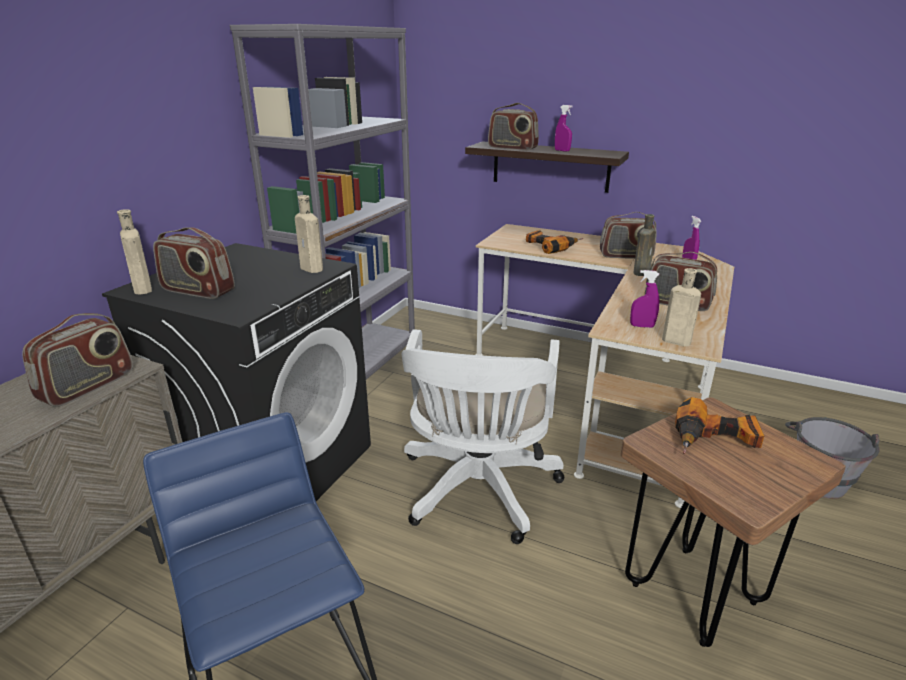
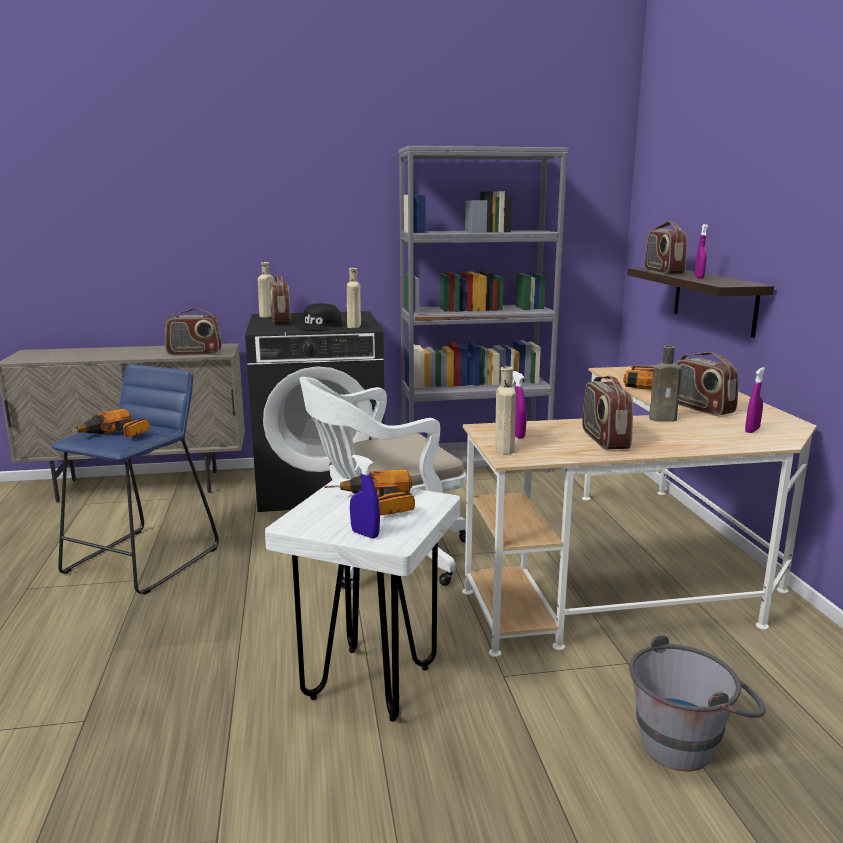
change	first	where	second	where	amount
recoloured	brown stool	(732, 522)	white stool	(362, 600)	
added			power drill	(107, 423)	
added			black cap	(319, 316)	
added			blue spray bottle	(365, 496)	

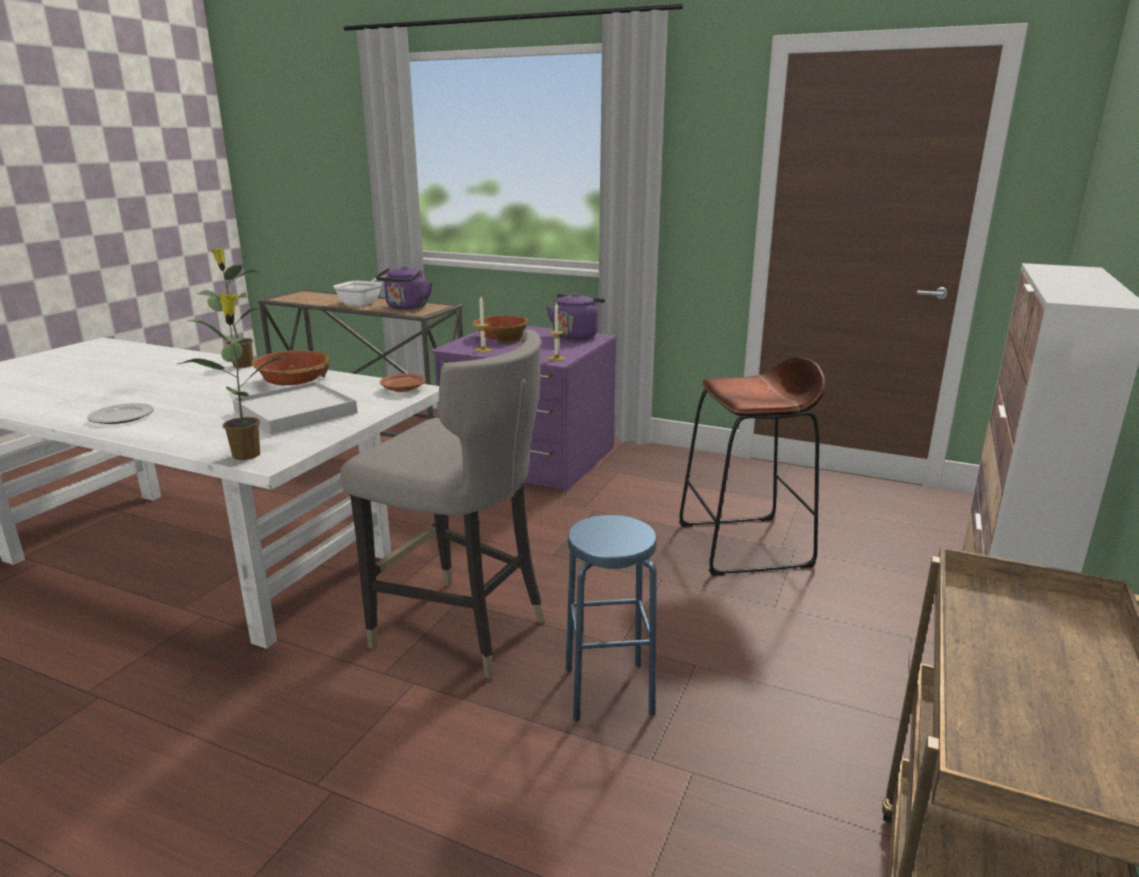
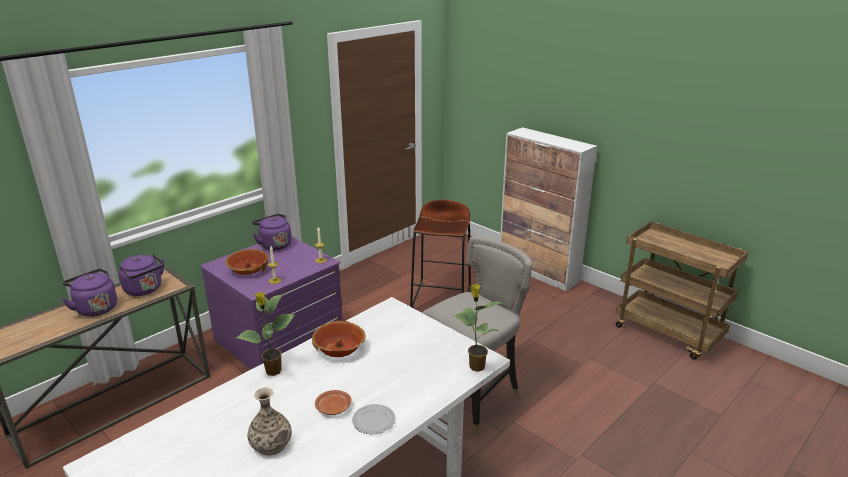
change	first	where	second	where	amount
removed	white tray	(295, 408)			
replaced	frying pan	(358, 291)	purple kettle	(89, 293)	
moved	brown plate	(403, 382)		(333, 402)	
removed	blue stool	(611, 618)			
added			vase	(269, 421)	

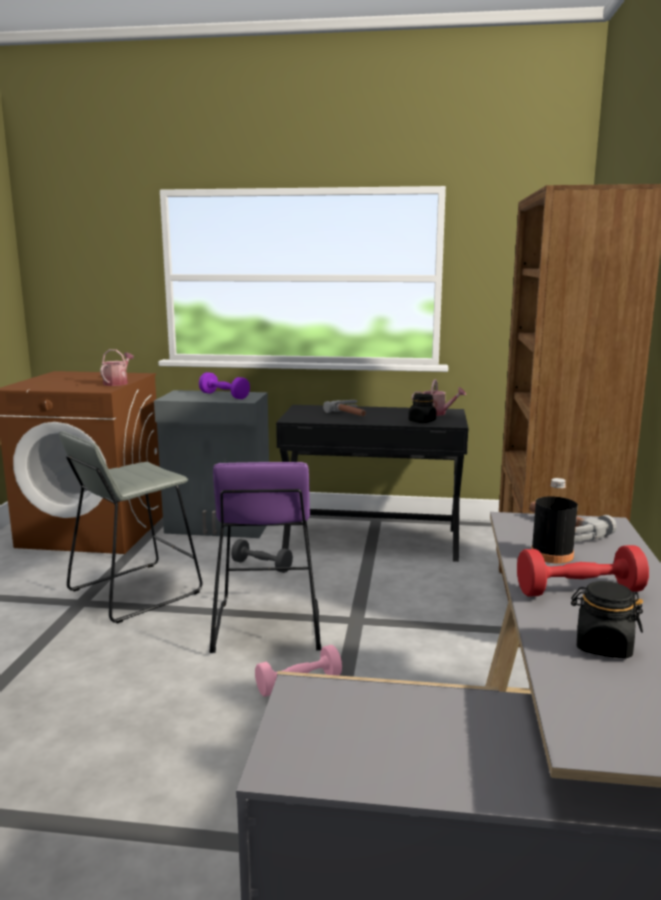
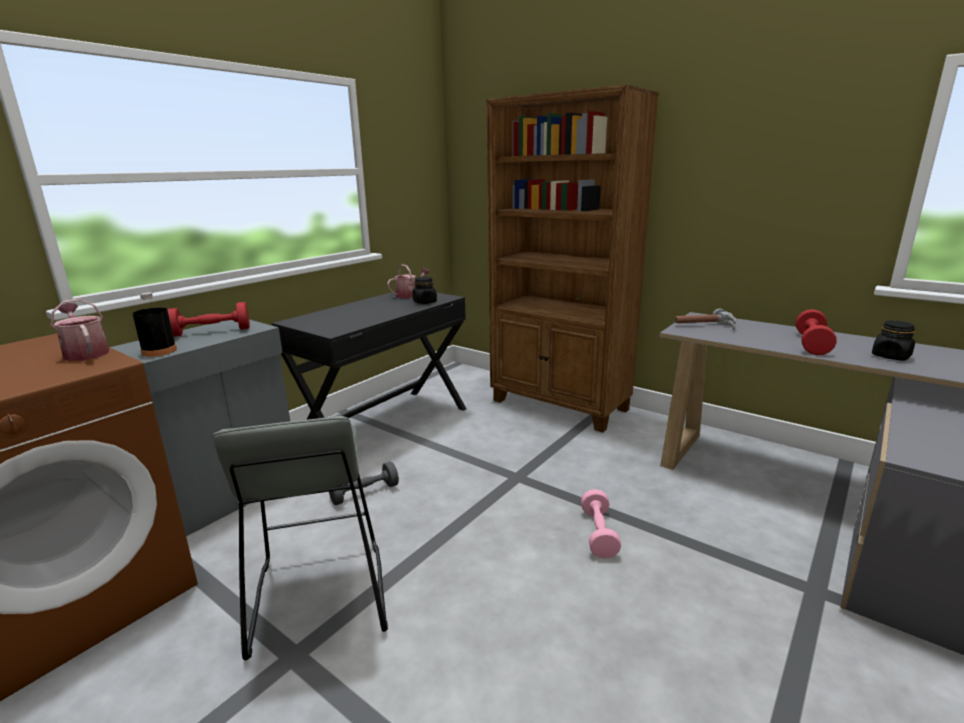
change	first	where	second	where	amount
recoloured	purple dumbbell	(224, 385)	red dumbbell	(208, 319)	
removed	purple stool	(265, 557)			
removed	hammer	(344, 408)			
moved	black bottle	(554, 521)		(154, 324)	

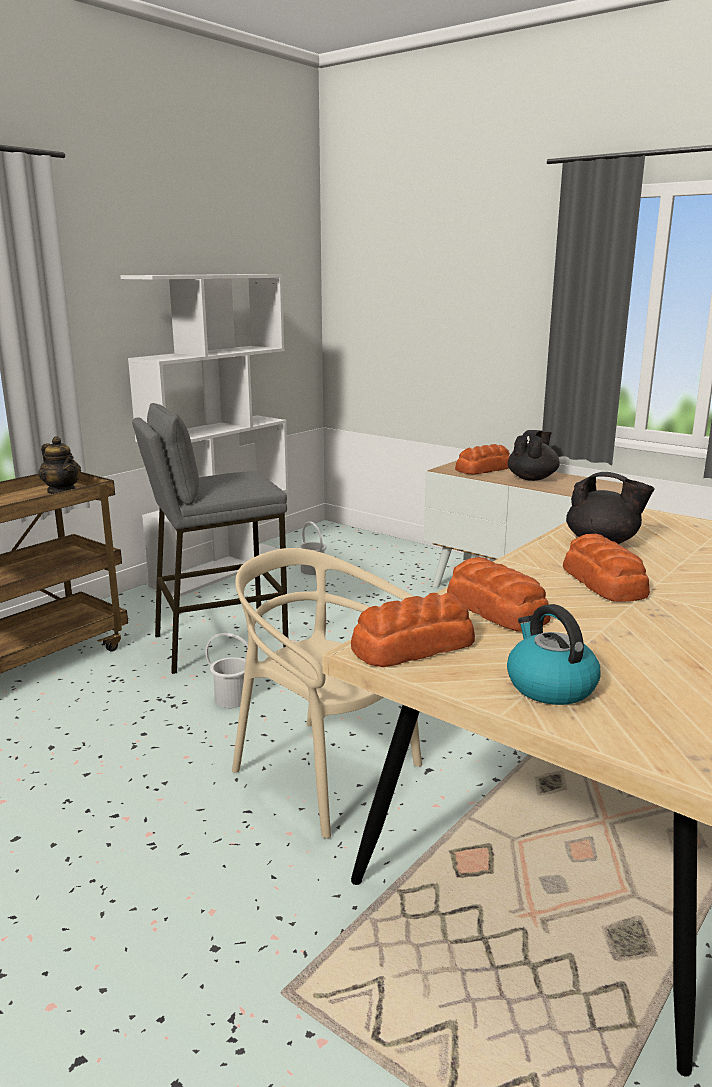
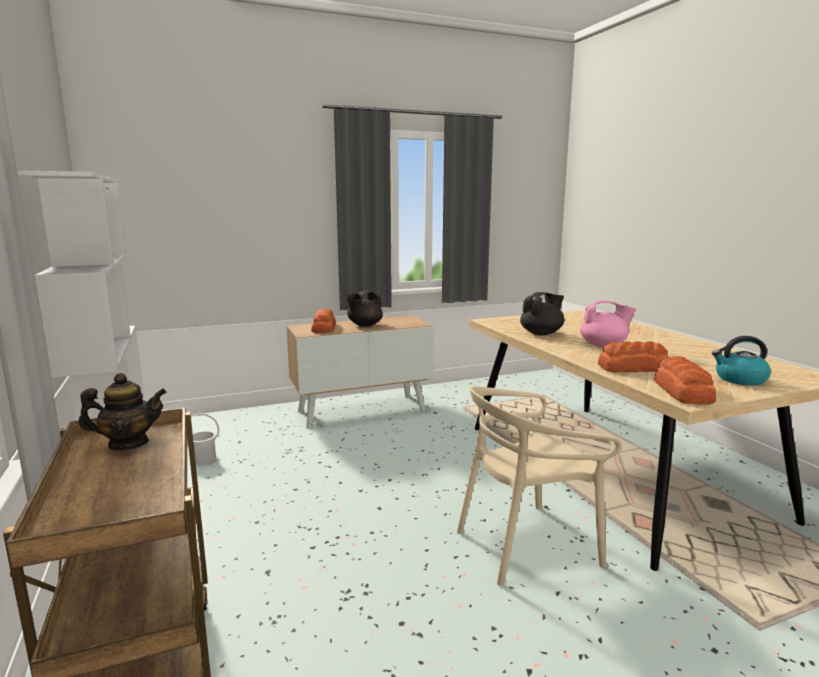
change	first	where	second	where	amount
removed	grey stool	(210, 538)			
removed	white bucket	(226, 670)			
turned	black teapot	(534, 455)		(365, 309)	105 degrees counterclockwise
replaced	bread	(606, 568)	pink teapot	(608, 323)	

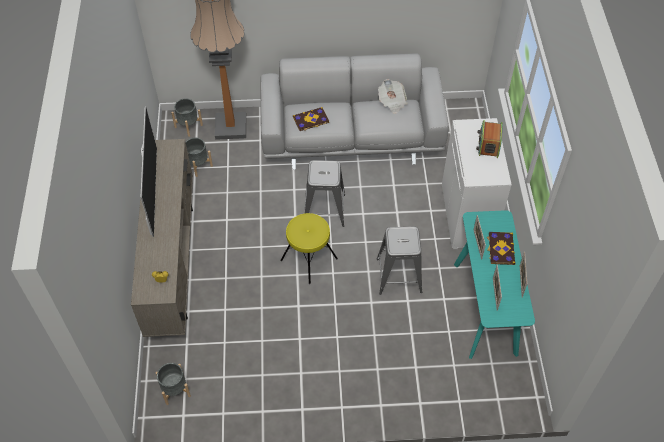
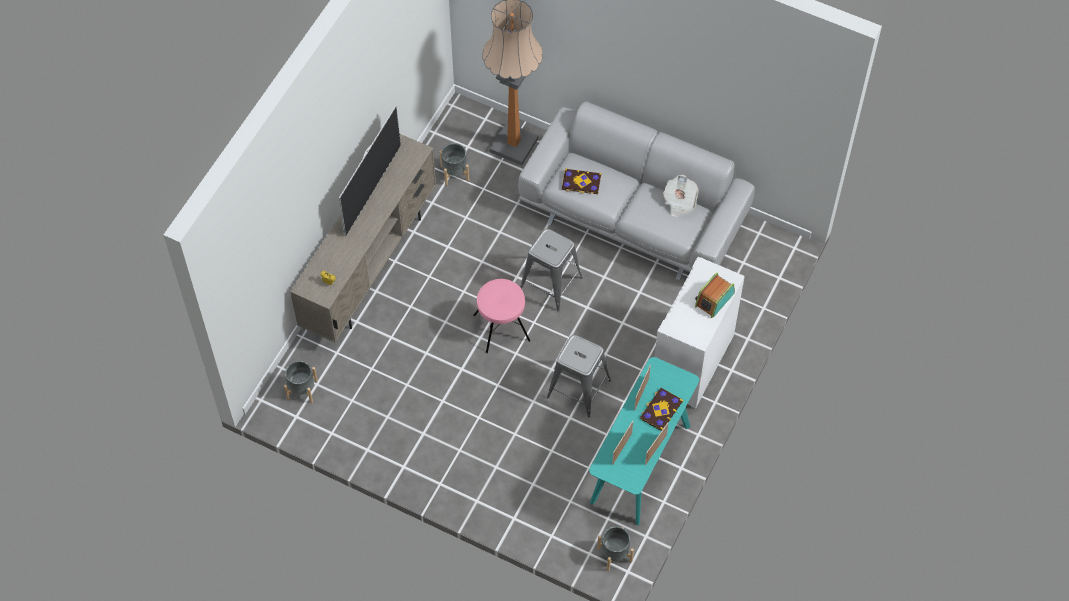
change	first	where	second	where	amount
moved	grey planter	(187, 117)		(615, 548)	
recoloured	yellow stool	(309, 248)	pink stool	(501, 316)	

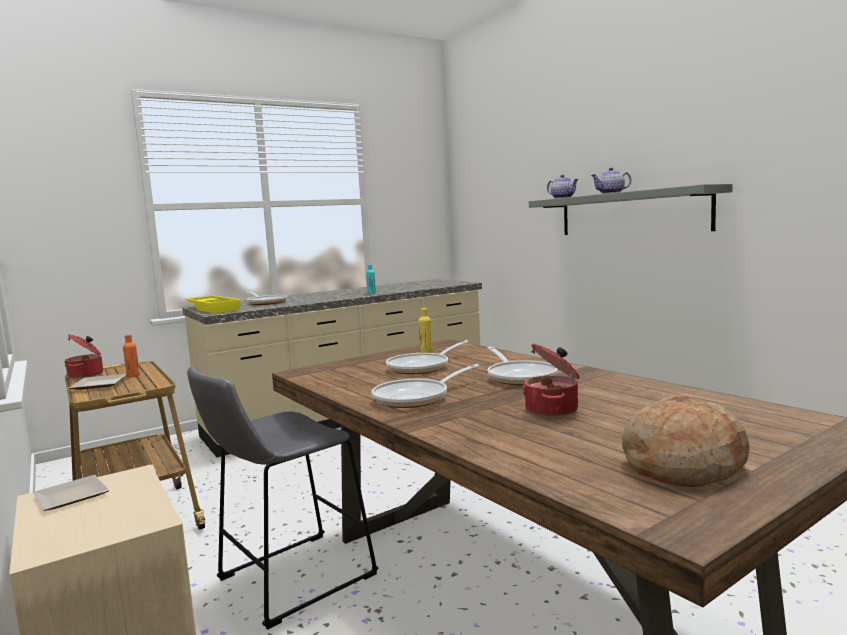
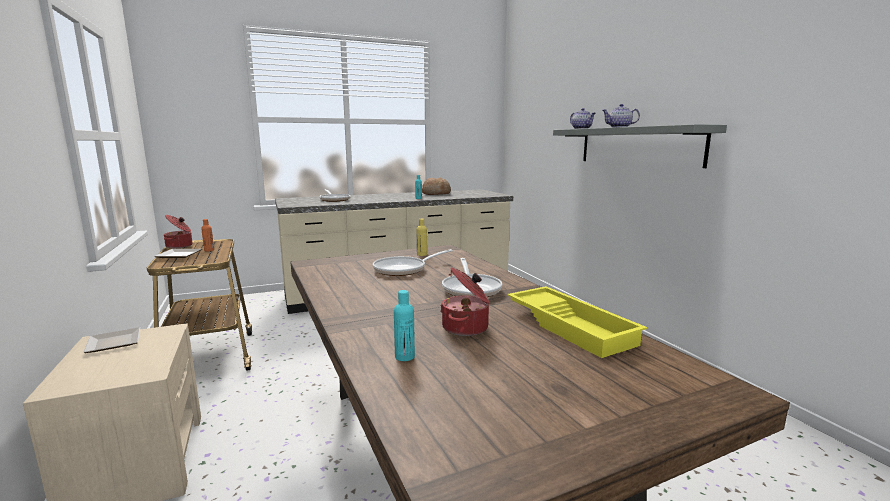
change	first	where	second	where	amount
moved	yellow tray	(213, 304)		(577, 322)	
removed	grey stool	(283, 498)			
removed	frying pan	(425, 386)			
moved	bread	(686, 441)		(436, 186)	
added			turquoise bottle	(404, 325)	

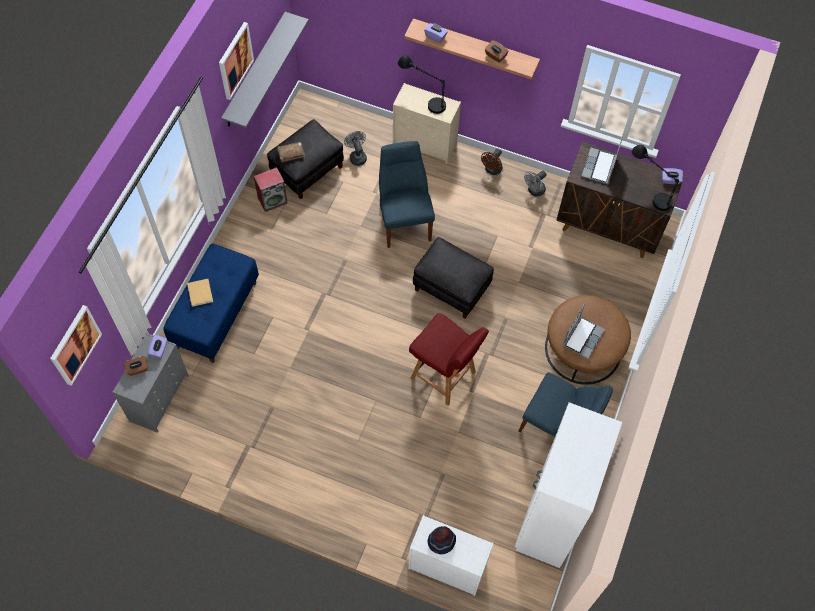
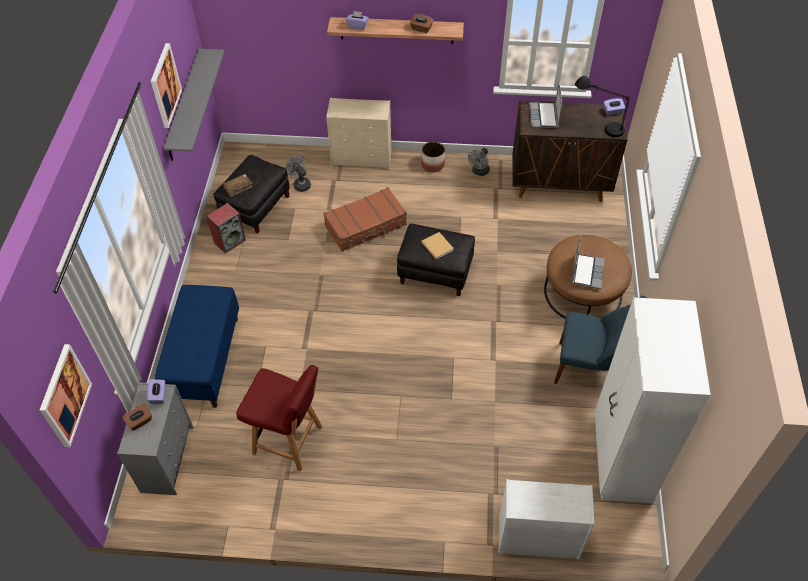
change	first	where	second	where	amount
moved	beige book	(200, 293)		(437, 245)	
replaced	blue chair	(407, 194)	brown suitcase	(365, 219)	
removed	black table lamp	(422, 84)			
moved	red chair	(449, 359)		(279, 418)	
removed	hat	(442, 540)			
replaced	brown fan	(492, 162)	planter	(433, 157)	

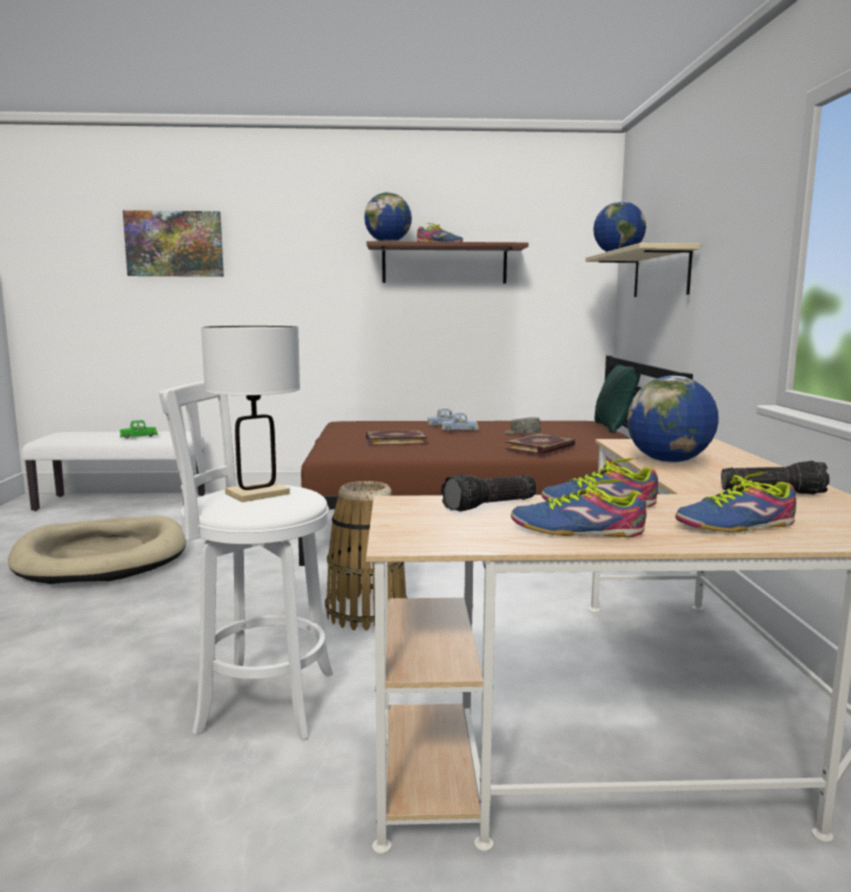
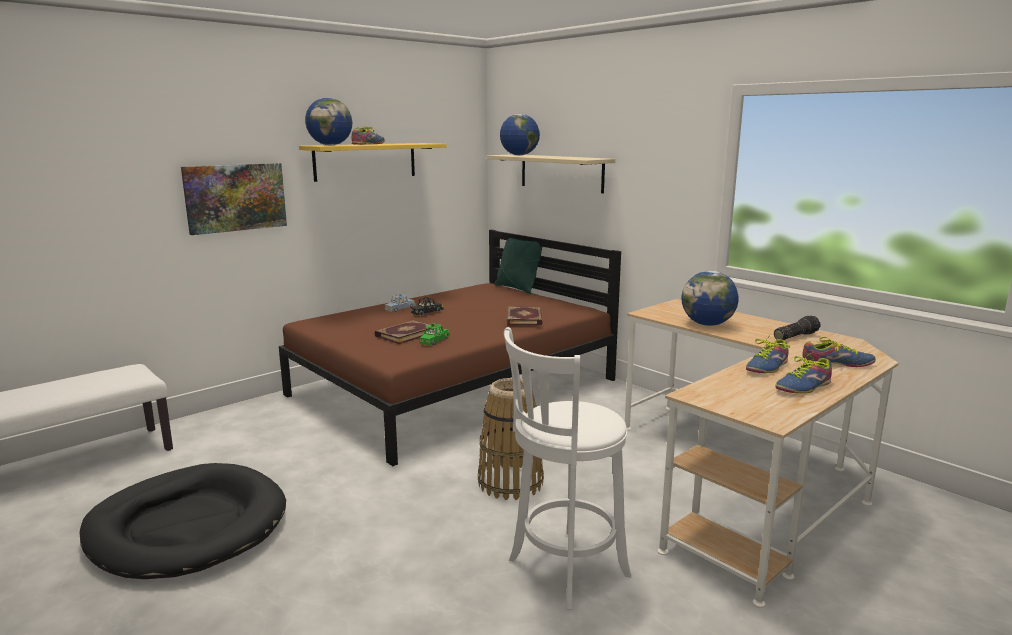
change	first	where	second	where	amount
recoloured	beige dog bed	(97, 550)	black dog bed	(183, 521)	
moved	green toy car	(139, 429)		(434, 334)	
moved	picture	(173, 243)		(234, 199)	
removed	white table lamp	(250, 414)			
recoloured	brown shelf	(448, 262)	yellow shelf	(373, 162)	
removed	flashlight	(489, 493)			
recoloured	blue toy car	(460, 422)	black toy car	(427, 306)	
removed	grey cap	(522, 425)			
turned	shoe	(735, 502)		(839, 352)	120 degrees counterclockwise

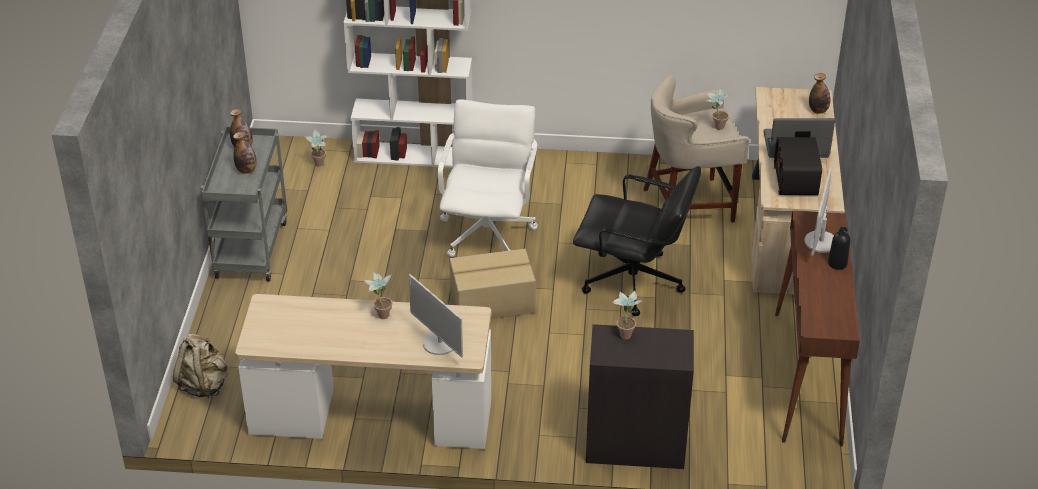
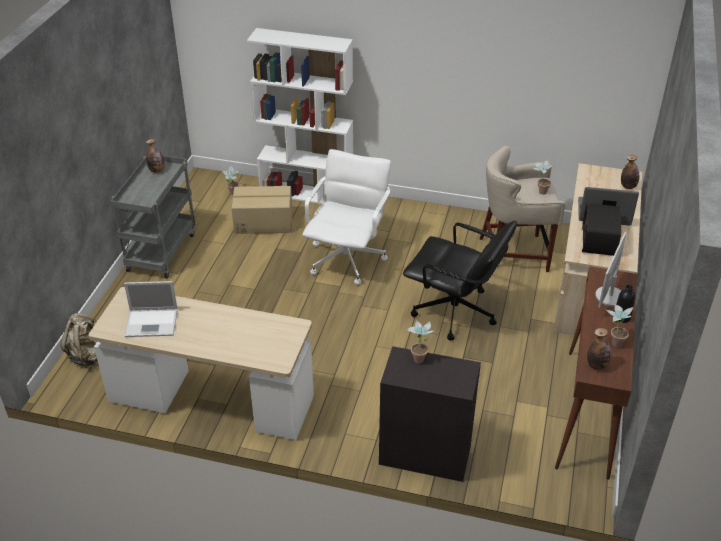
change	first	where	second	where	amount
moved	bottle	(245, 153)		(599, 349)	
moved	potted plant	(377, 295)		(619, 325)	
removed	monitor	(436, 316)			
moved	cardboard box	(492, 284)		(261, 210)	
added			laptop	(150, 309)	

